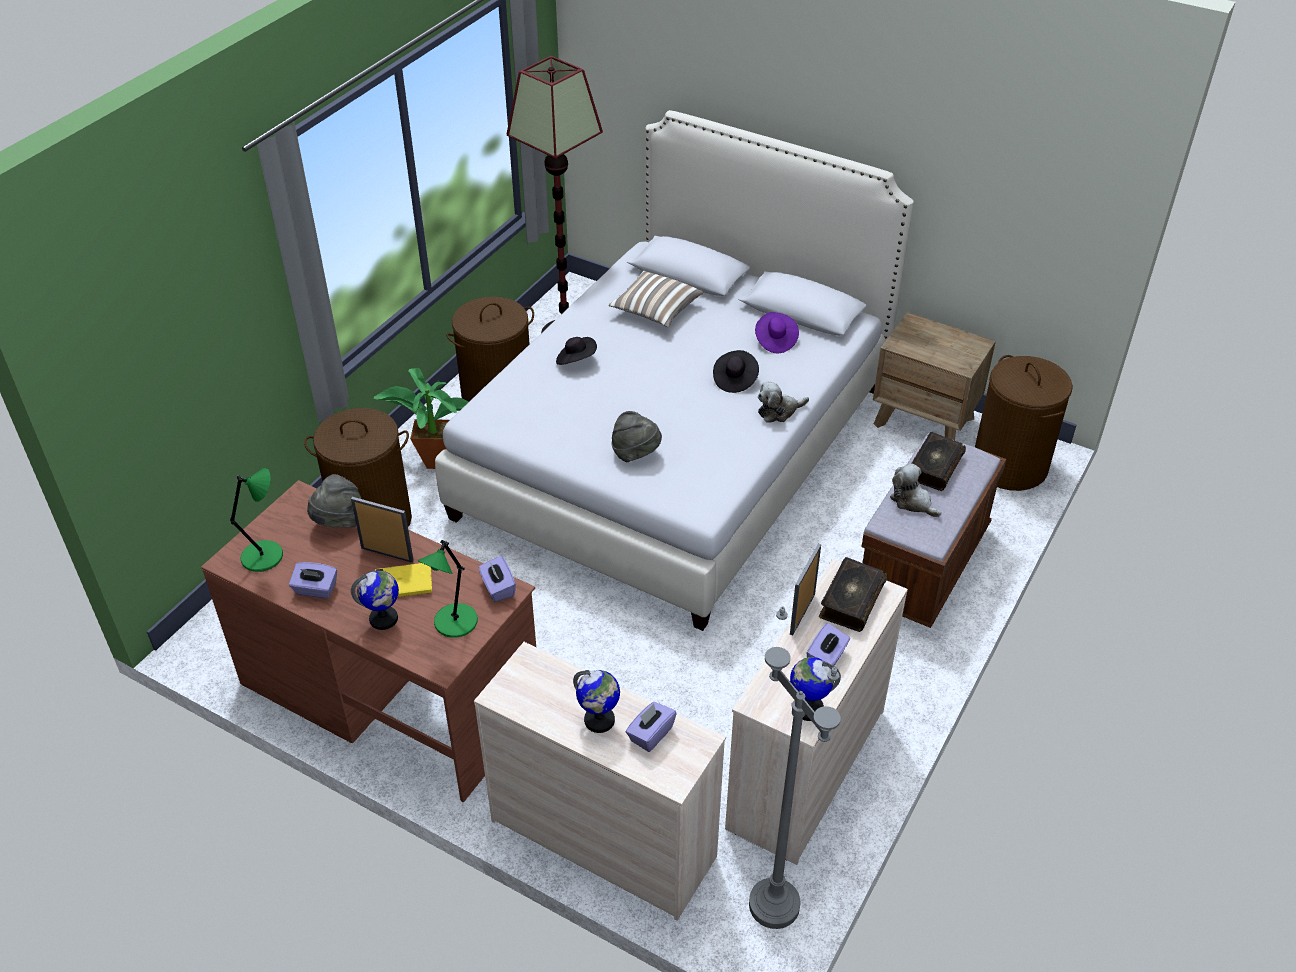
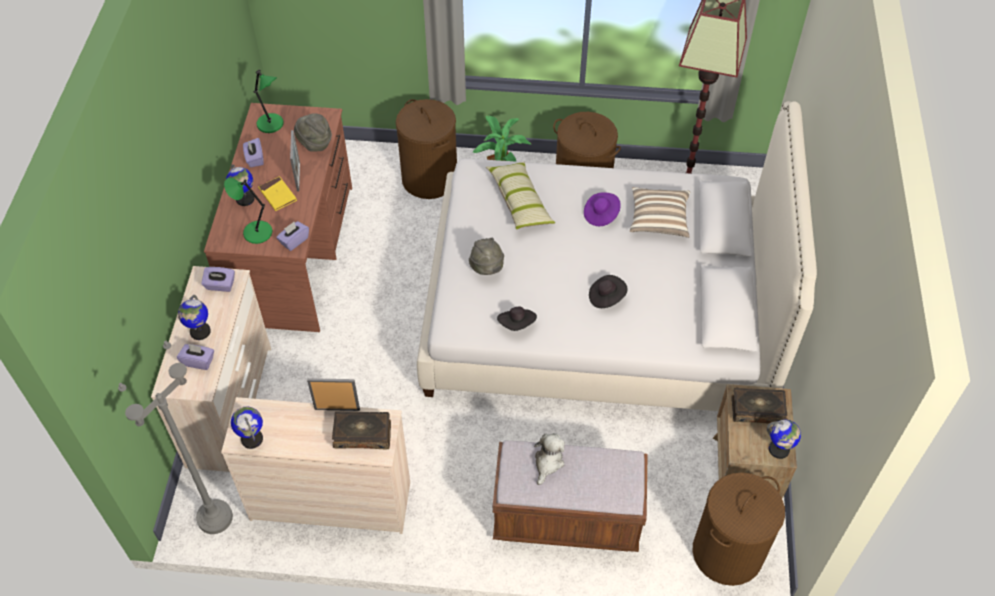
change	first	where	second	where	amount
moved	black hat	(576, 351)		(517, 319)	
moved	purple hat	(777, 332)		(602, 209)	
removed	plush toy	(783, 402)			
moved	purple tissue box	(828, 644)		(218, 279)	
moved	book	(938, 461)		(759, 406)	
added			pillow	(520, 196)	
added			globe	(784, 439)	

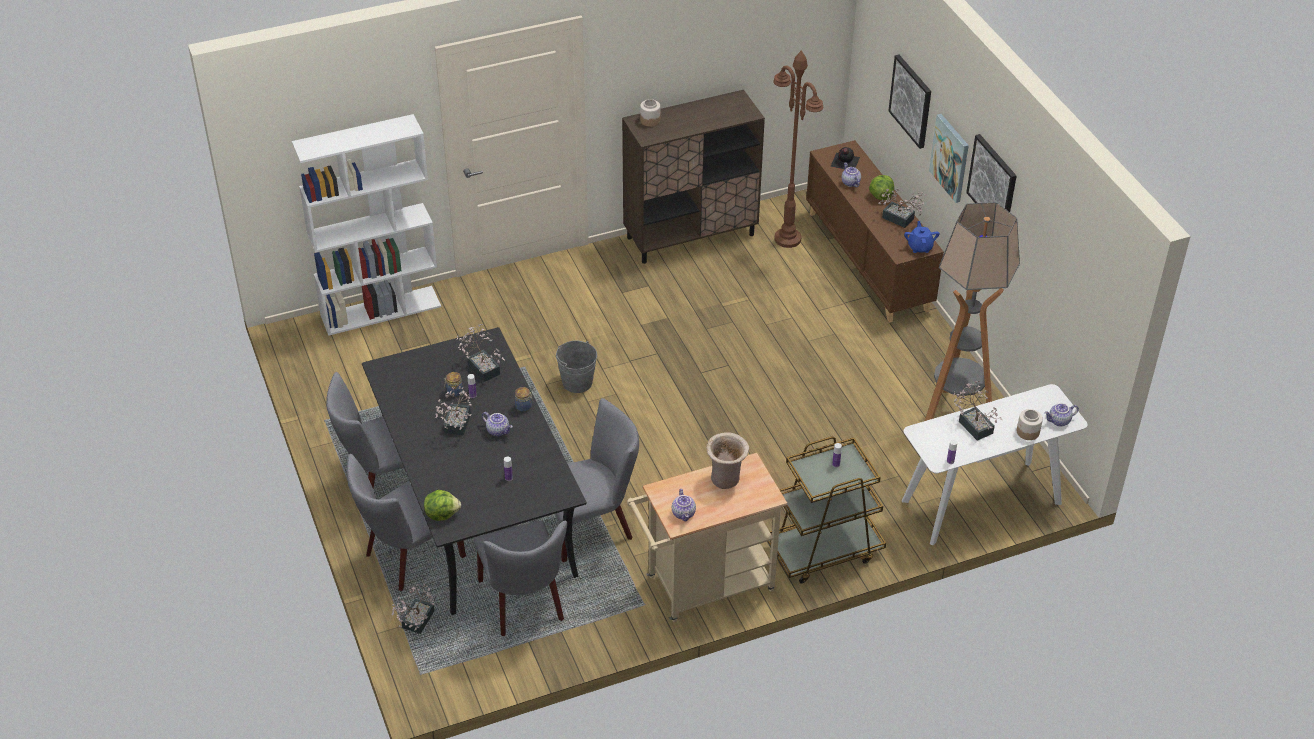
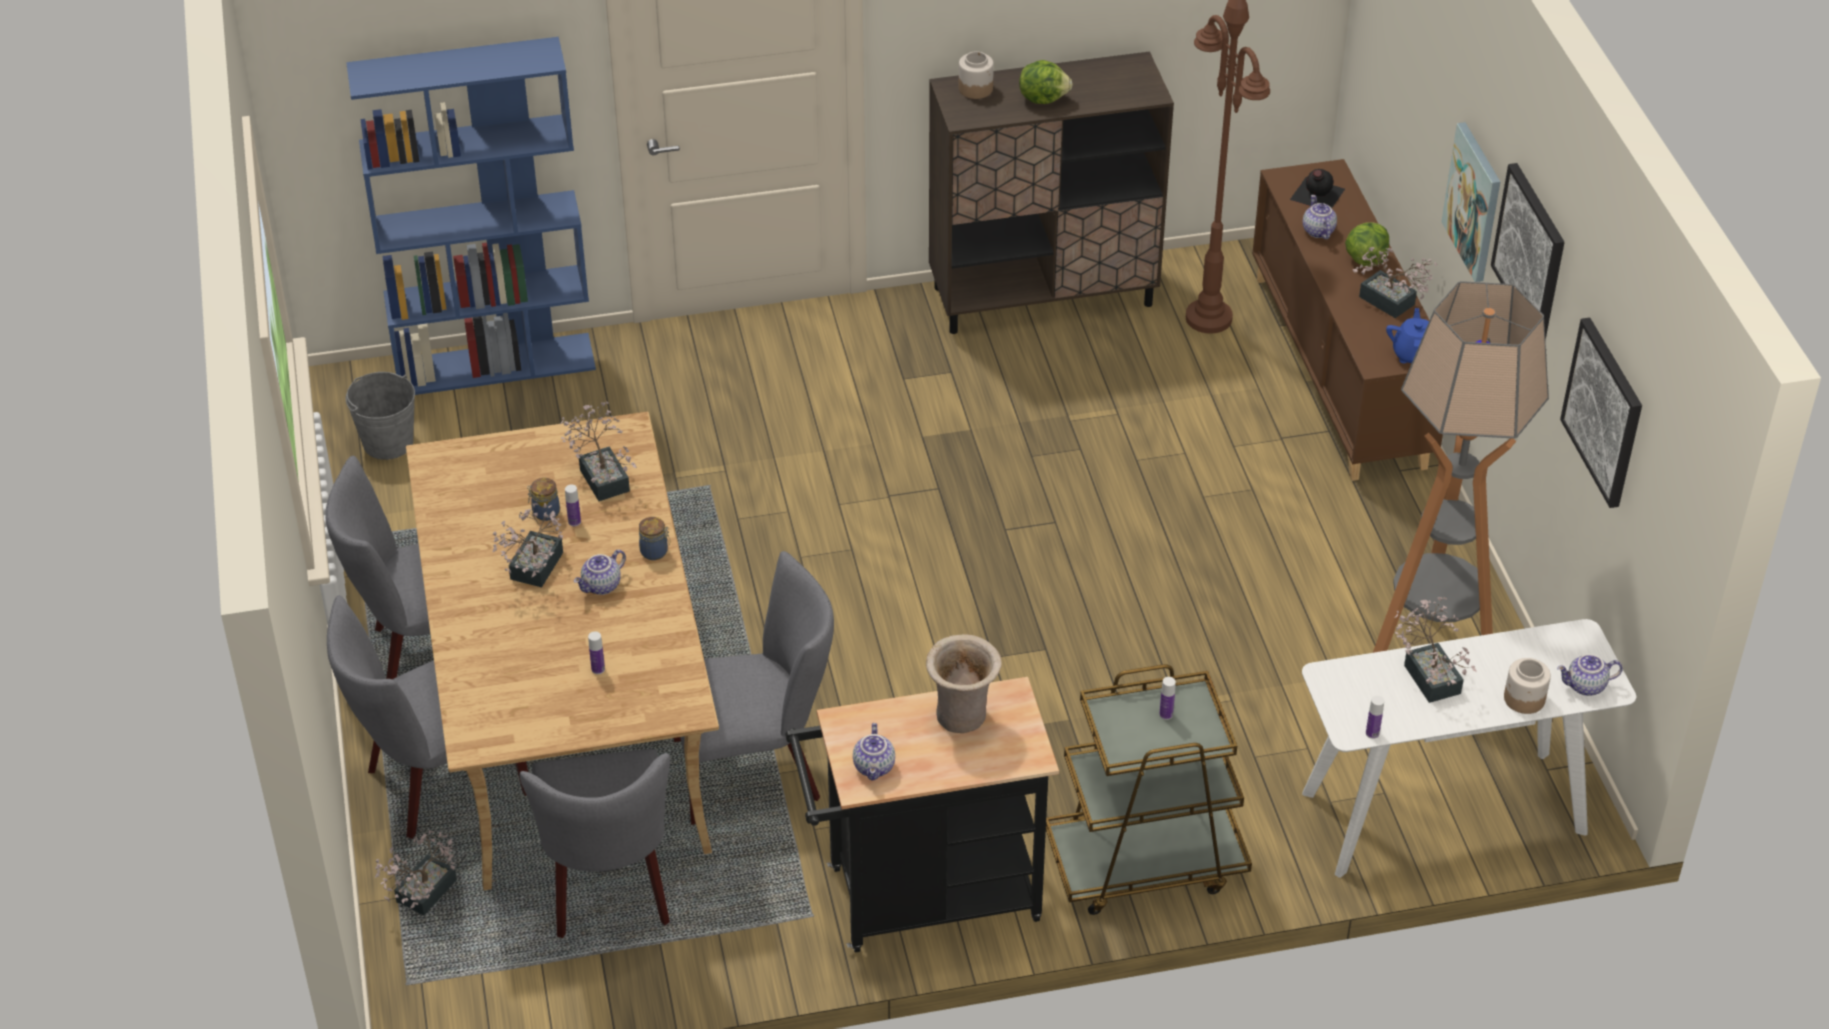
change	first	where	second	where	amount
recoloured	white bookcase	(366, 225)	blue bookcase	(471, 216)	
recoloured	black dining table	(474, 471)	beige dining table	(562, 651)	
moved	lettuce	(442, 505)		(1046, 82)	
turned	teapot	(497, 424)		(600, 572)	90 degrees clockwise
moved	grey bucket	(576, 367)		(380, 416)	
recoloured	beige cart	(707, 537)	black cart	(922, 815)	
moved	picture	(910, 101)		(1601, 413)	

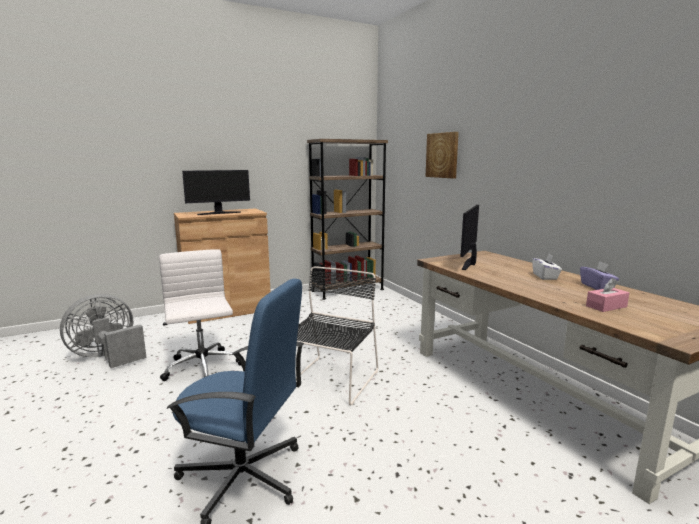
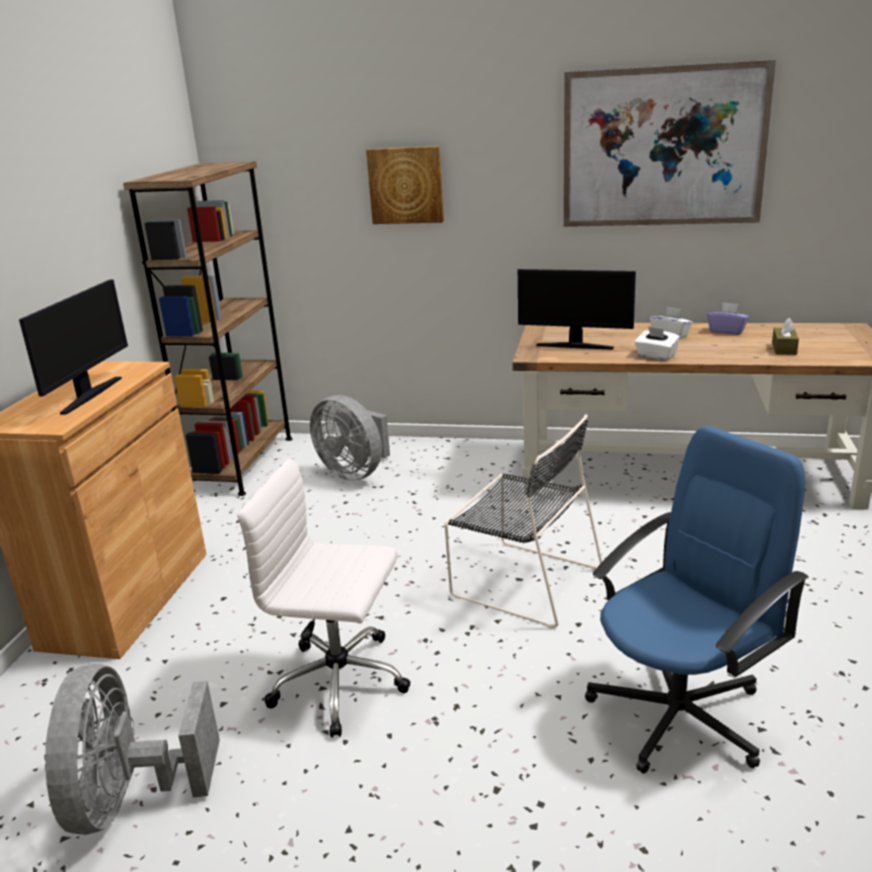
change	first	where	second	where	amount
turned	black chair	(337, 336)		(523, 521)	150 degrees clockwise
turned	monitor	(469, 237)		(577, 309)	45 degrees counterclockwise
recoloured	pink tissue box	(607, 295)	brown tissue box	(785, 336)	
added			grey fan	(350, 438)	
added			picture	(670, 143)	
added			white tissue box	(657, 343)	

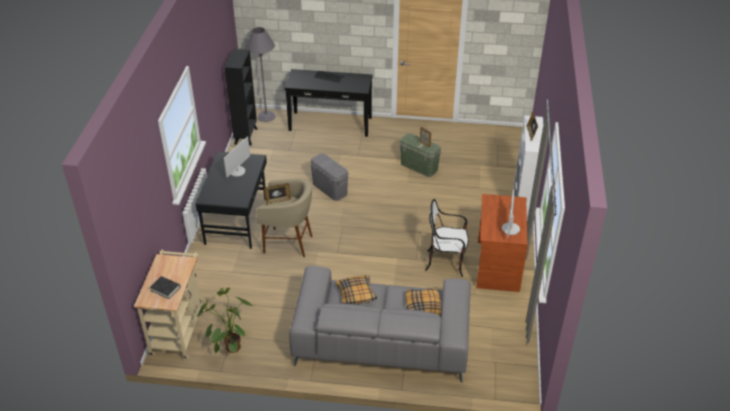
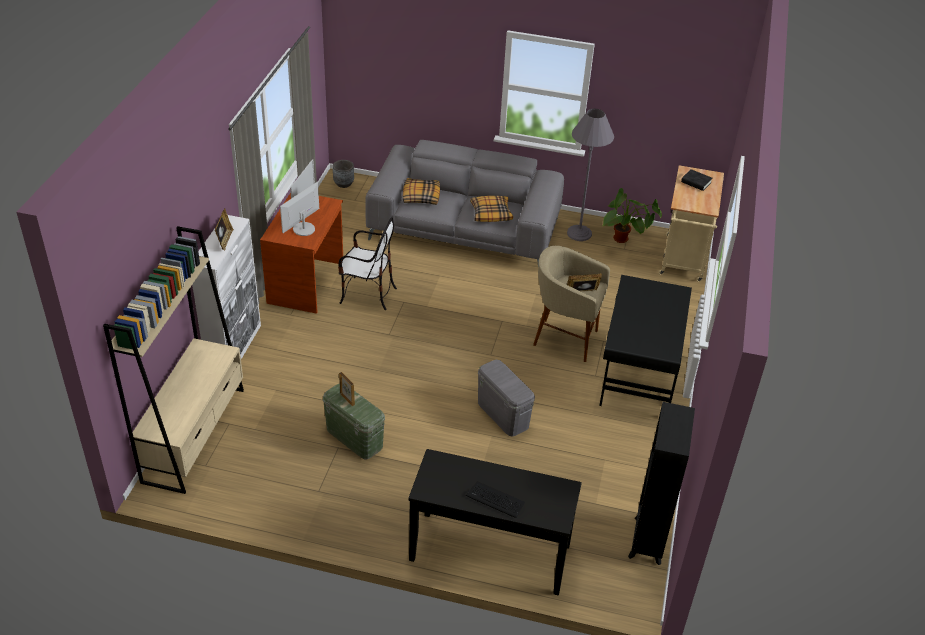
change	first	where	second	where	amount
moved	monitor	(237, 156)		(299, 209)	
moved	grey floor lamp	(260, 74)		(590, 175)	
added			beige bookcase	(173, 360)	
added			grey planter	(343, 174)	

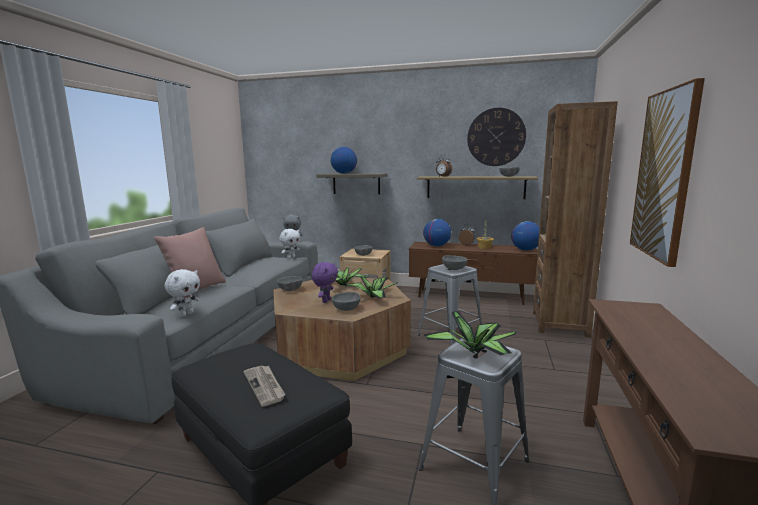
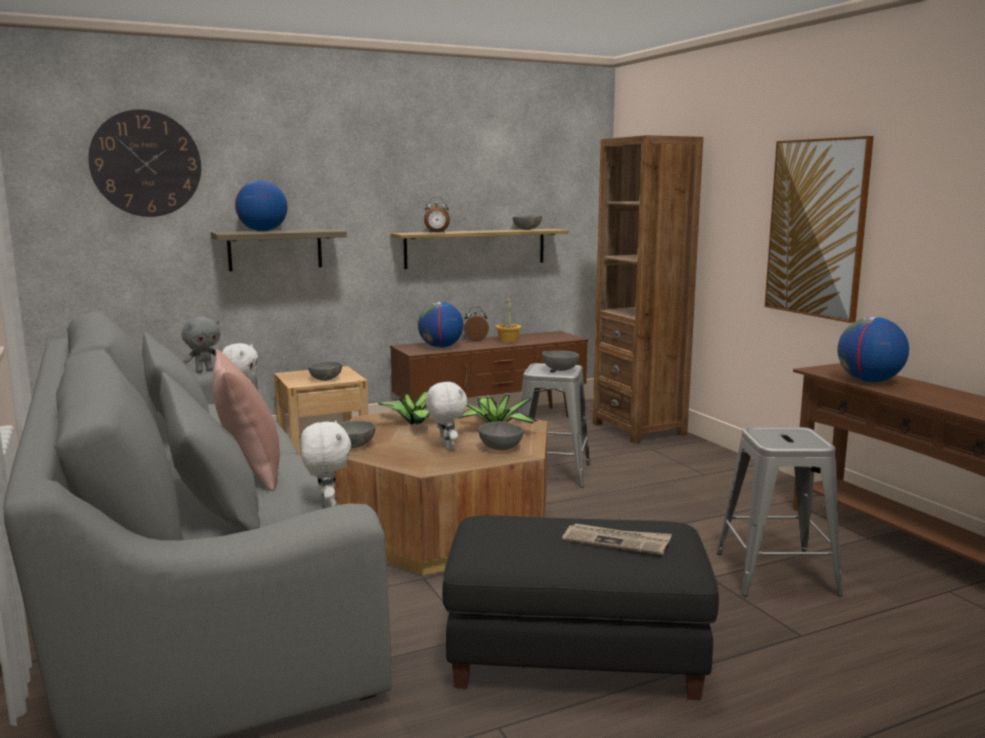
change	first	where	second	where	amount
recoloured	purple plush toy	(325, 282)	white plush toy	(446, 415)	
removed	potted plant	(470, 333)			
moved	wall clock	(496, 137)		(144, 163)	
moved	globe	(525, 236)		(873, 349)	

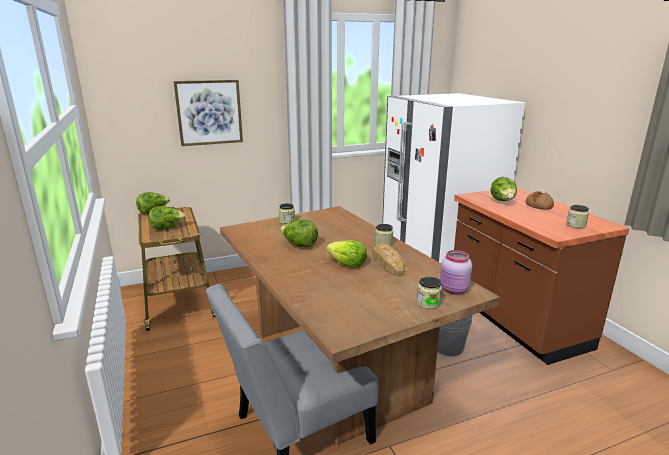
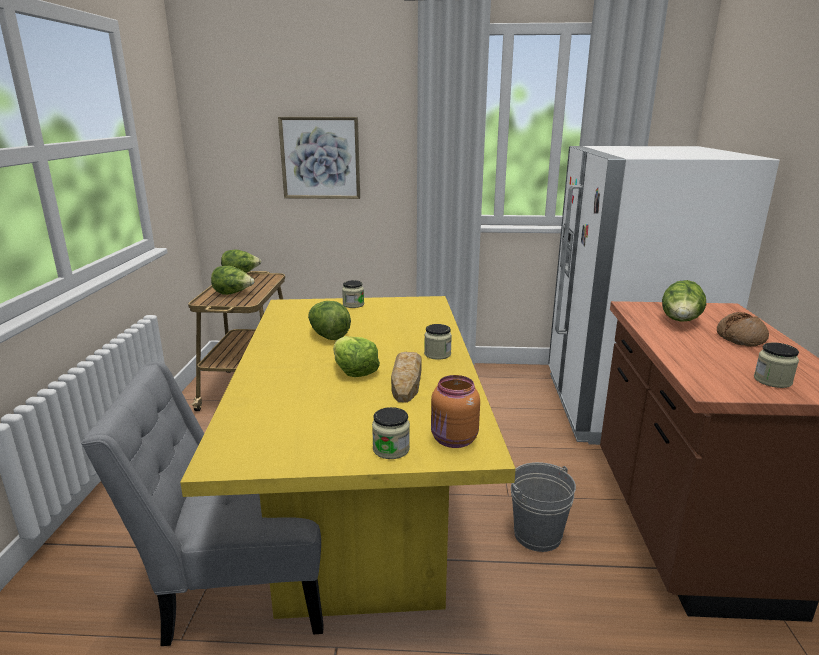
change	first	where	second	where	amount
recoloured	brown dining table	(360, 326)	yellow dining table	(348, 457)	
recoloured	pink jar	(456, 272)	orange jar	(455, 411)	

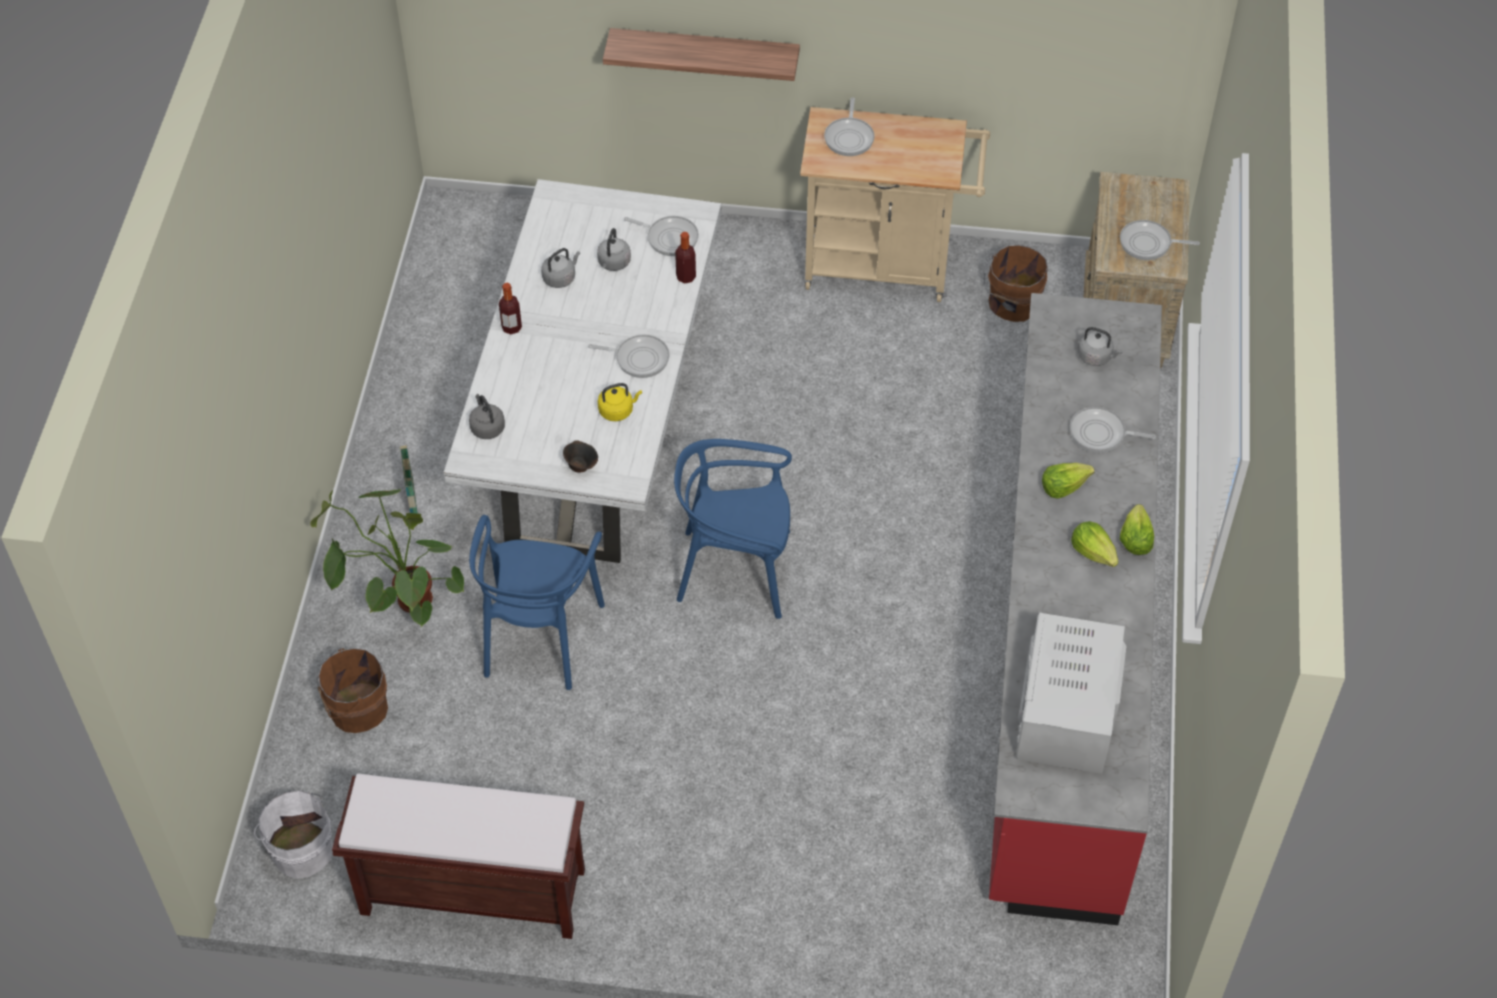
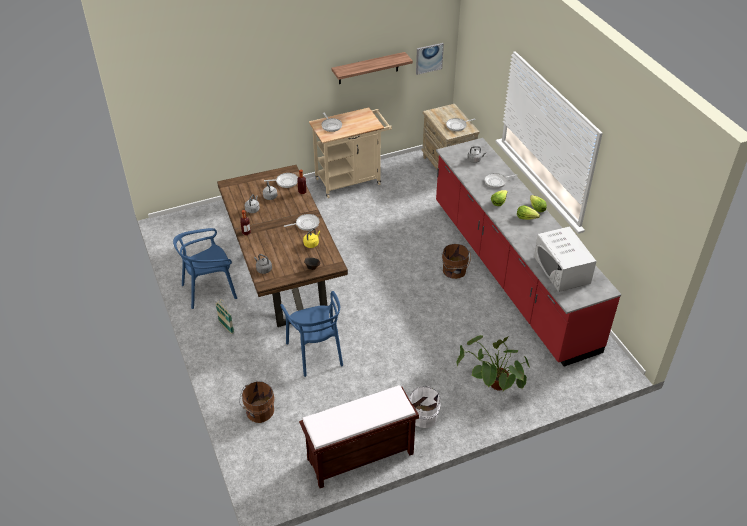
change	first	where	second	where	amount
moved	white bucket	(293, 834)		(425, 407)	
moved	potted plant	(387, 558)		(493, 363)	
recoloured	white dining table	(582, 371)	brown dining table	(282, 246)	
moved	shelf	(701, 54)		(372, 68)	
moved	blue chair	(733, 529)		(205, 268)	
moved	brown bucket	(1016, 283)		(456, 261)	
added			picture	(430, 59)	

